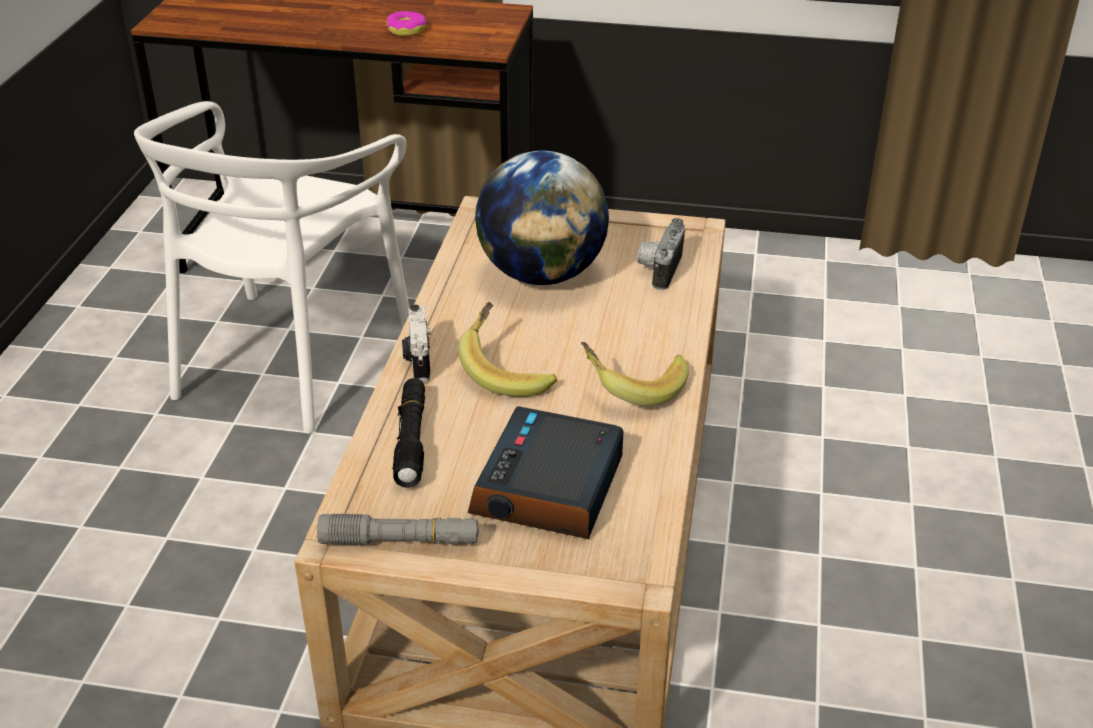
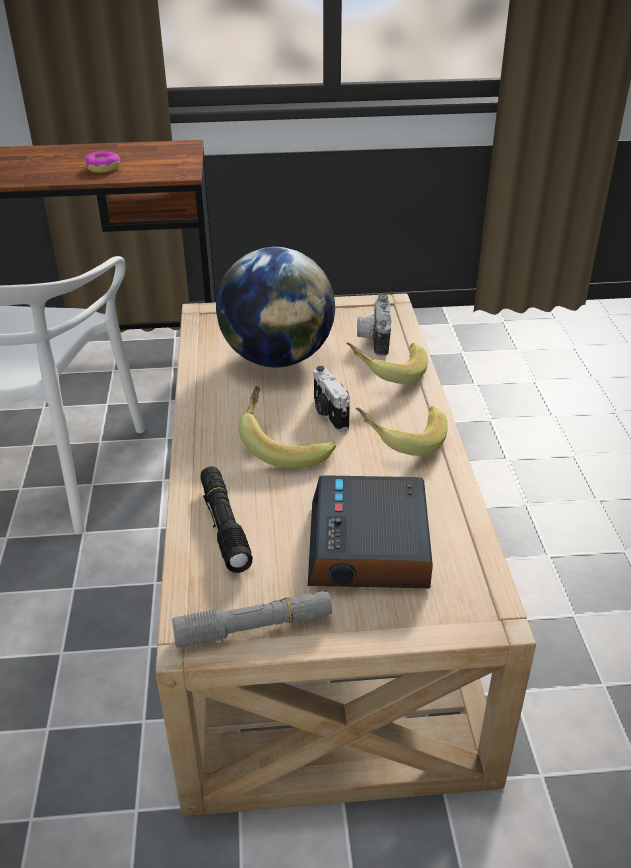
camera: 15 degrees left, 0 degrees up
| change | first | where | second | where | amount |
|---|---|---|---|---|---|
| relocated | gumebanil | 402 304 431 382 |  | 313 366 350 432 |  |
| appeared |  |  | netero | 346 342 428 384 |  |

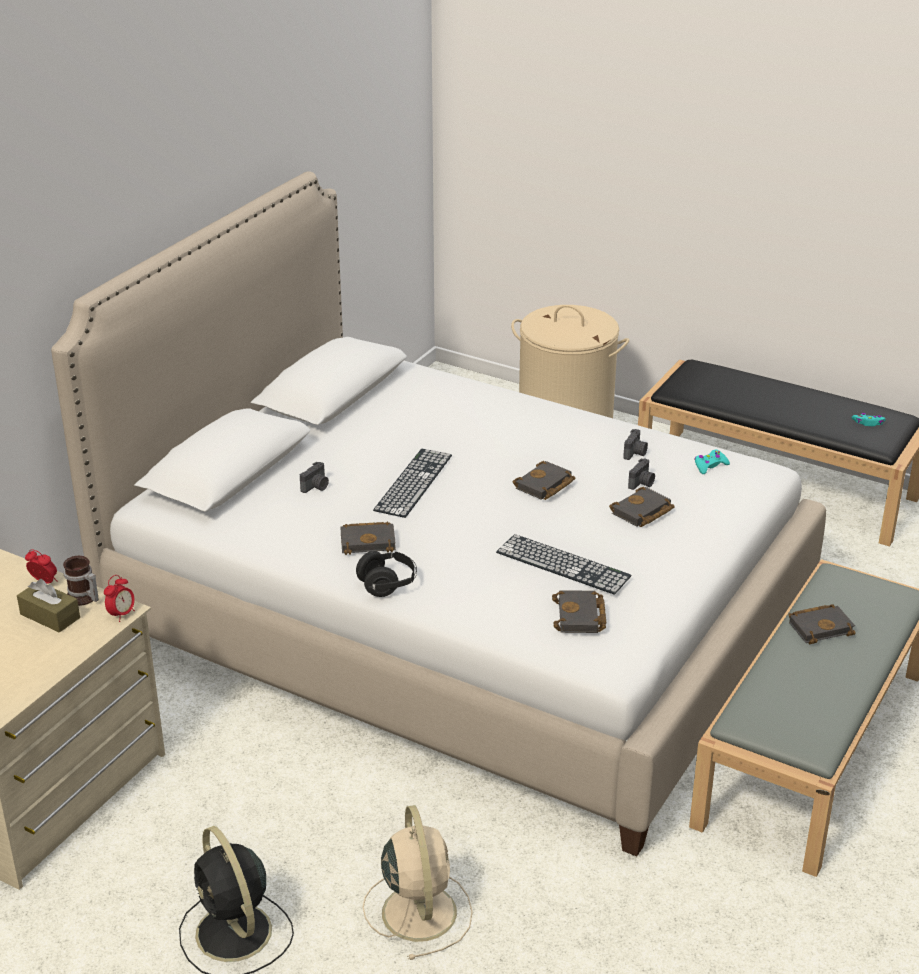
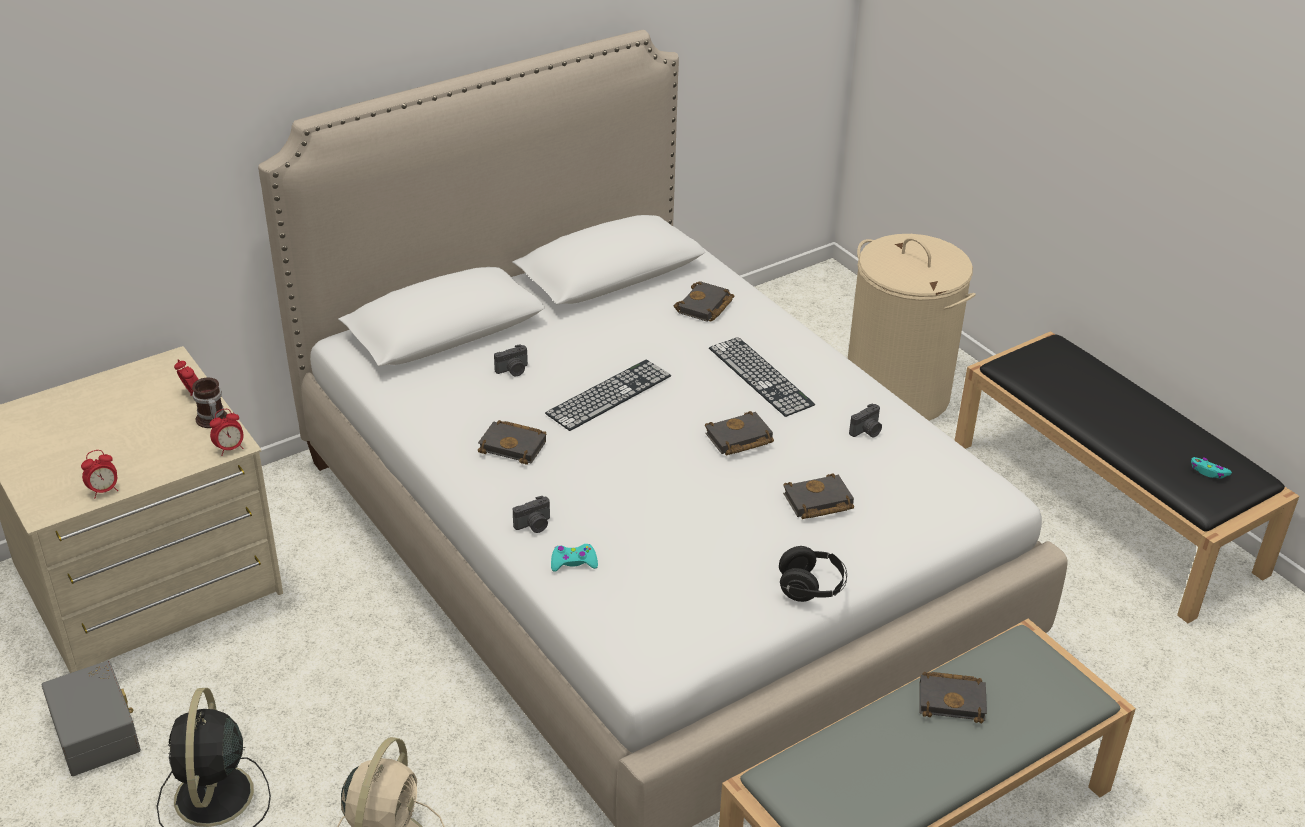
camera: 25 degrees right, 5 degrees up
| change | first | where | second | where | amount |
|---|---|---|---|---|---|
| missing | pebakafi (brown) | 17 579 80 633 |  |  |  |
| relocated | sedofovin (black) | 356 551 417 597 |  | 779 546 847 602 |  |
| relocated | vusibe | 496 534 632 595 |  | 709 337 815 417 |  |
| relocated | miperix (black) | 552 590 606 633 |  | 674 281 734 322 |  |
| relocated | gumebanil | 628 458 655 490 |  | 513 496 550 533 |  |
| relocated | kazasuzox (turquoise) | 695 450 730 474 |  | 551 544 598 572 |  |
| appeared |  |  | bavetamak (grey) | 42 661 141 776 |  |
| appeared |  |  | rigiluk | 81 450 118 498 |  |

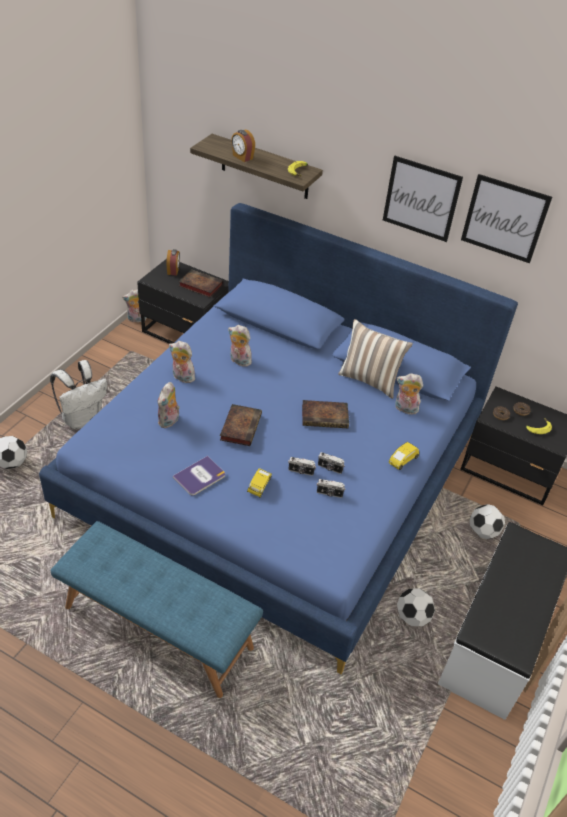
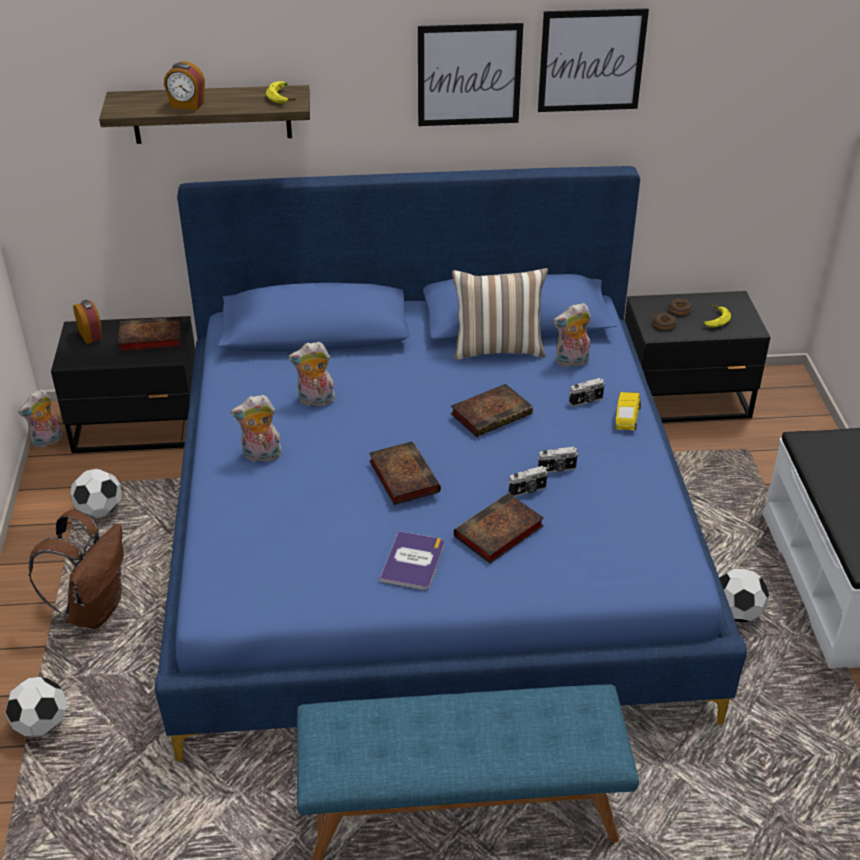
camera: 30 degrees left, 5 degrees down
| change | first | where | second | where | amount |
|---|---|---|---|---|---|
| colour | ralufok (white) | 50 360 107 429 | ralufok (brown) | 29 510 124 629 |  |
| missing | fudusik | 158 382 180 428 |  |  |  |
| exchanged | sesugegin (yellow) | 247 468 272 498 | miperix | 454 493 544 563 |  |
| relocated | gumebanil | 317 479 345 498 |  | 569 378 605 407 |  |
| relocated | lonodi | 469 504 505 539 |  | 70 469 122 518 |  |

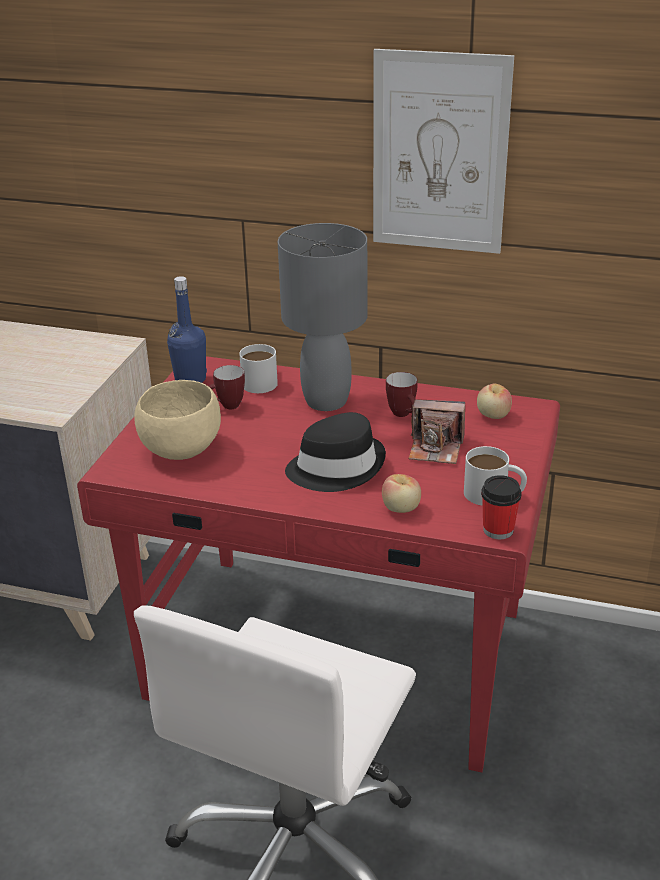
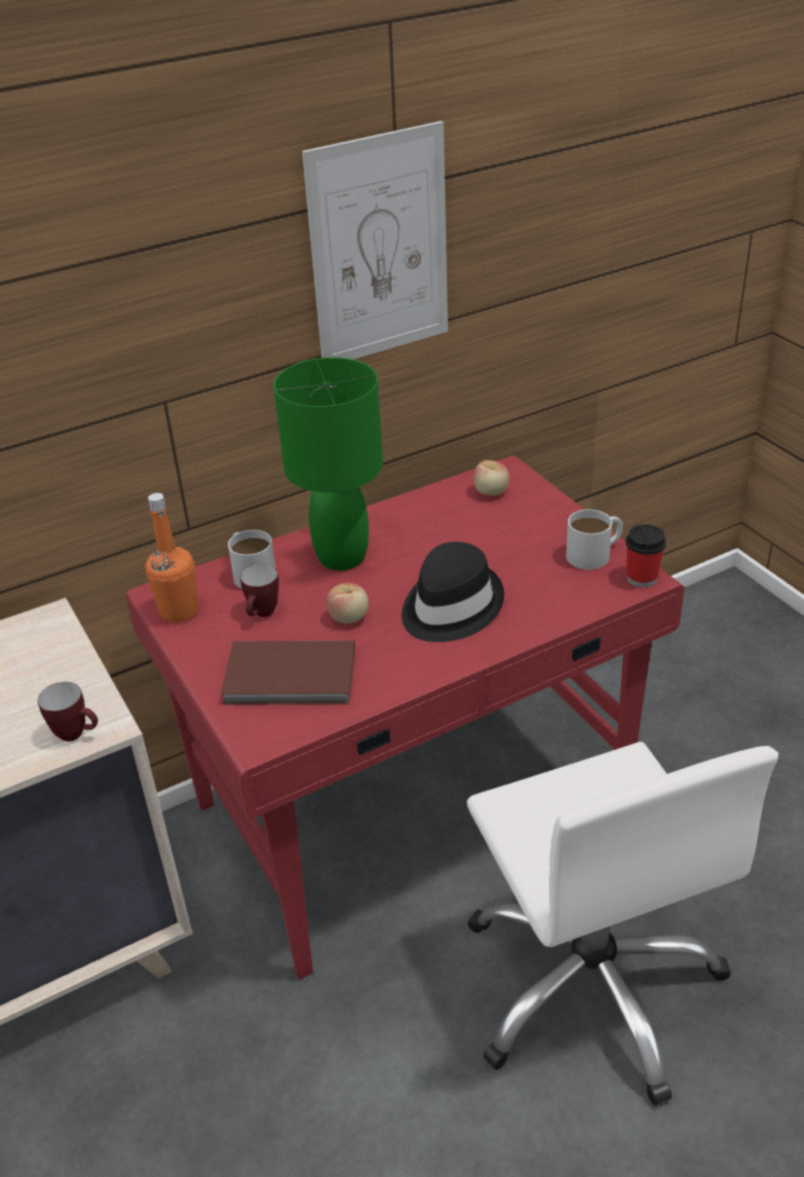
camera: 45 degrees left, 5 degrees up
| change | first | where | second | where | amount |
|---|---|---|---|---|---|
| exchanged | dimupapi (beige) | 134 380 221 460 | miperix (brown) | 221 640 355 705 |  |
| colour | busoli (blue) | 167 276 207 383 | busoli (orange) | 145 493 198 622 |  |
| colour | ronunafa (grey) | 278 223 367 411 | ronunafa (green) | 273 357 383 571 |  |
| relocated | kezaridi | 382 474 421 513 |  | 326 583 369 624 |  |
| relocated | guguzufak | 386 372 418 417 |  | 38 682 98 742 |  |
| missing | gumebanil | 408 399 465 464 |  |  |  |

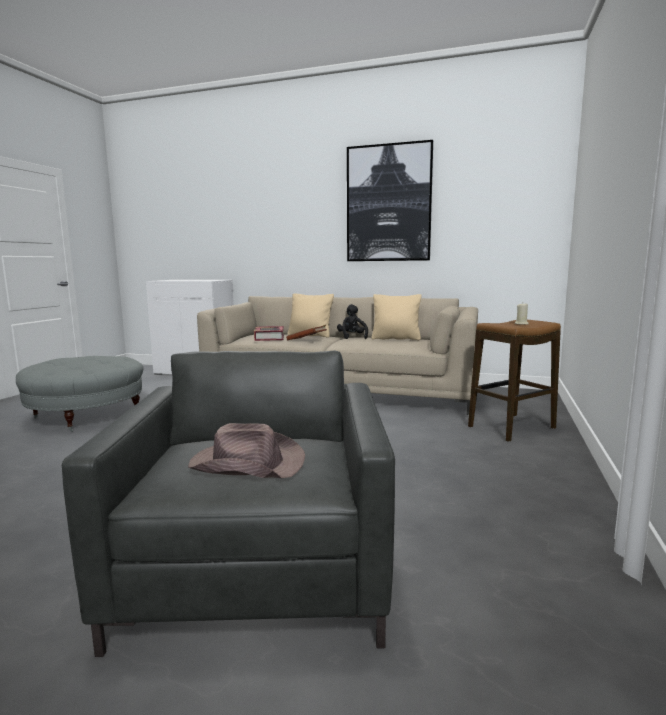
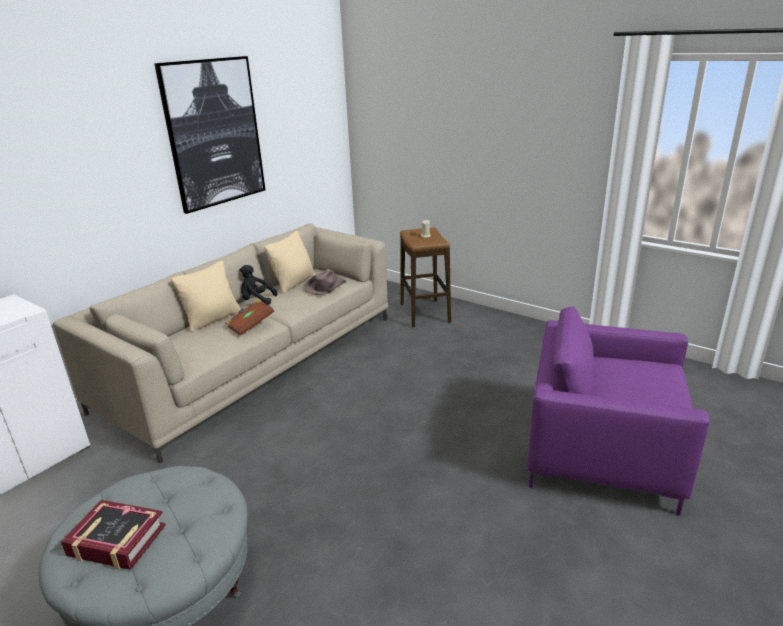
camera: 70 degrees left, 15 degrees up
| change | first | where | second | where | amount |
|---|---|---|---|---|---|
| colour | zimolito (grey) | 62 351 395 657 | zimolito (purple) | 527 306 710 516 |  |
| relocated | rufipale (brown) | 188 423 305 478 |  | 304 269 347 295 |  |
| relocated | miperix | 254 326 284 341 |  | 61 500 166 570 |  |

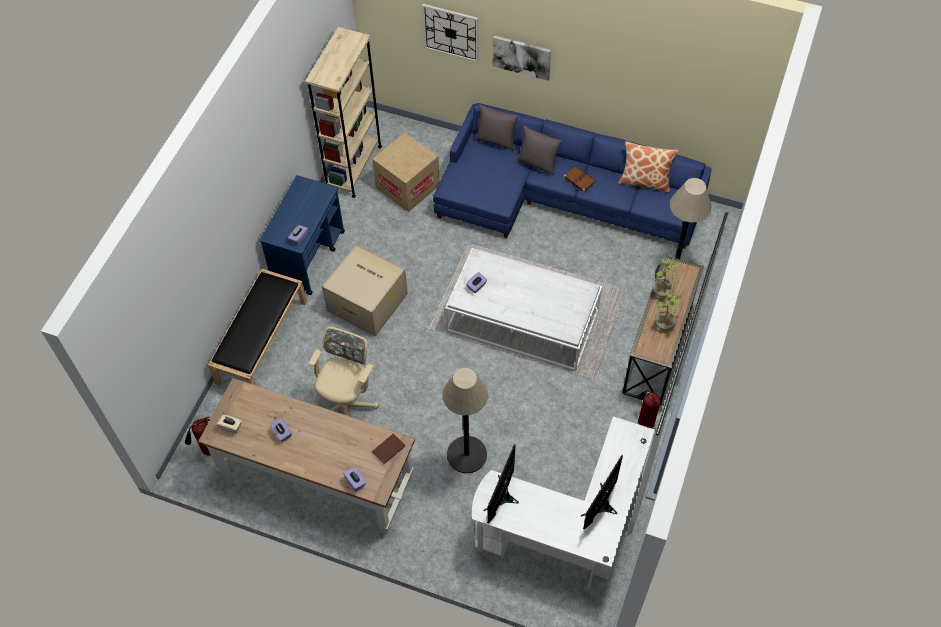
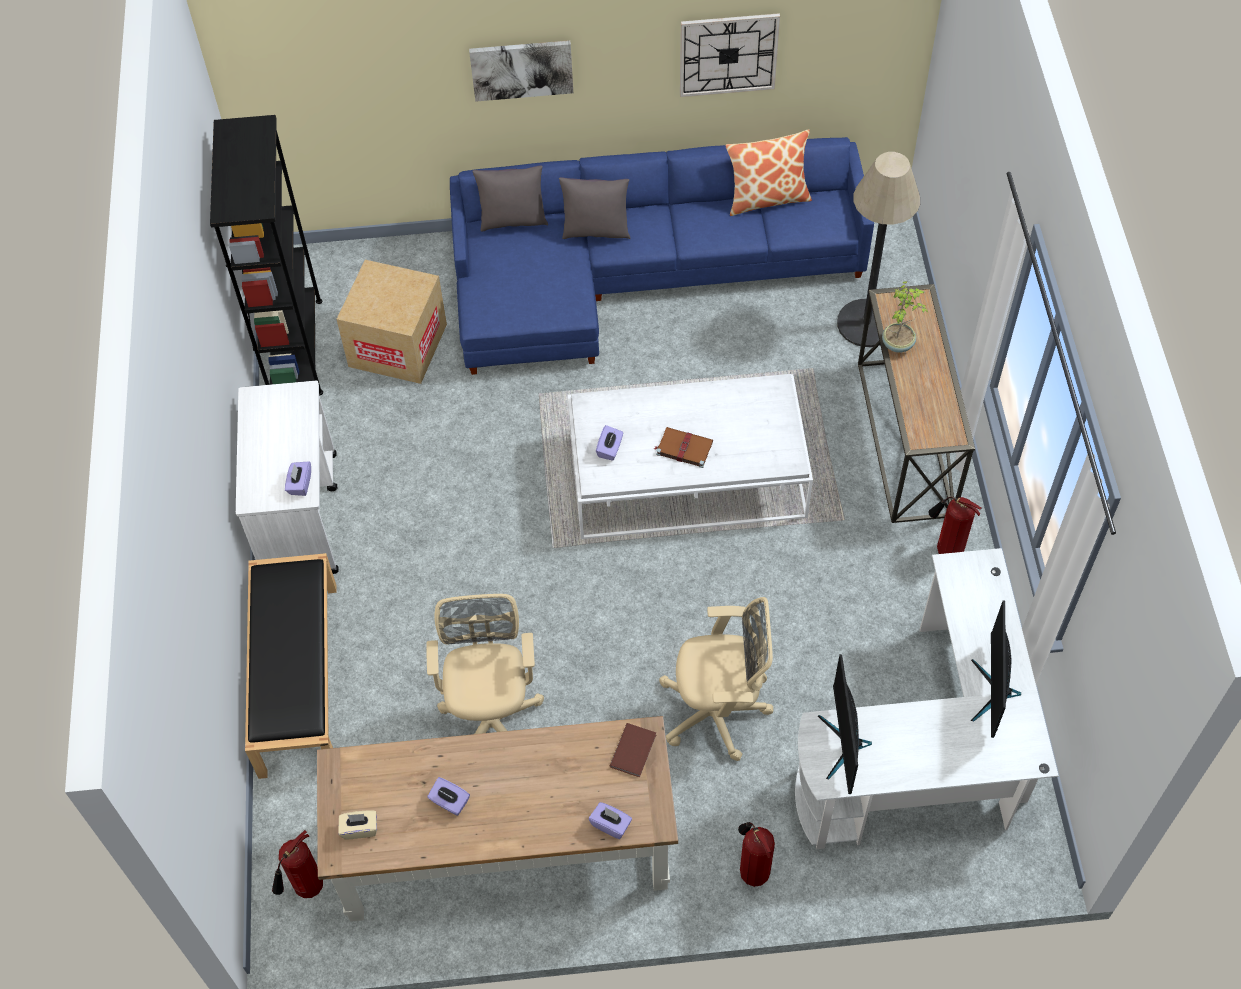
camera: 25 degrees left, 0 degrees up
| change | first | where | second | where | amount |
|---|---|---|---|---|---|
| colour | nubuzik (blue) | 260 175 345 295 | nubuzik (white) | 236 381 339 574 |  |
| colour | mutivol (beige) | 305 27 382 198 | mutivol (black) | 210 115 323 395 |  |
| missing | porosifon | 322 245 408 336 |  |  |  |
| relocated | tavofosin | 422 4 479 62 |  | 680 13 780 97 |  |
| exchanged | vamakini | 442 368 488 473 | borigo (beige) | 659 597 773 761 |  |
| relocated | miperix (brown) | 563 166 596 193 |  | 654 427 713 468 |  |
| missing | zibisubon | 655 290 684 330 |  |  |  |
| appeared |  |  | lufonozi | 738 822 775 887 |  |

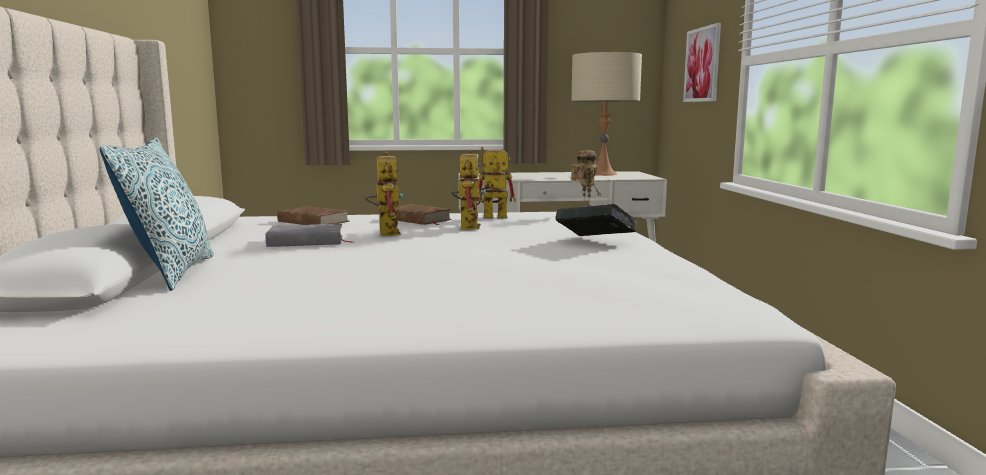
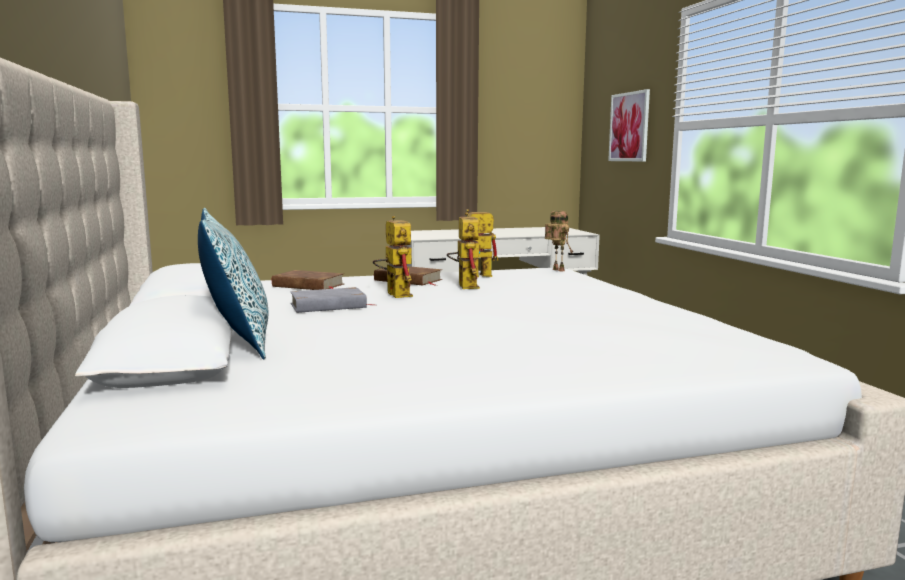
camera: 10 degrees left, 0 degrees up
| change | first | where | second | where | amount |
|---|---|---|---|---|---|
| missing | miperix | 556 204 637 236 |  |  |  |
| missing | ronunafa (beige) | 571 52 642 176 |  |  |  |

